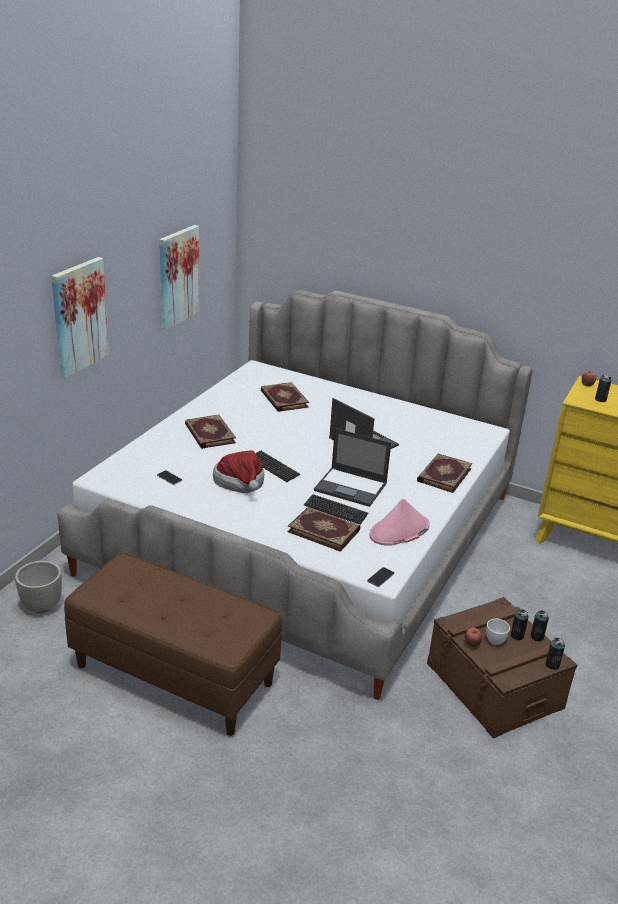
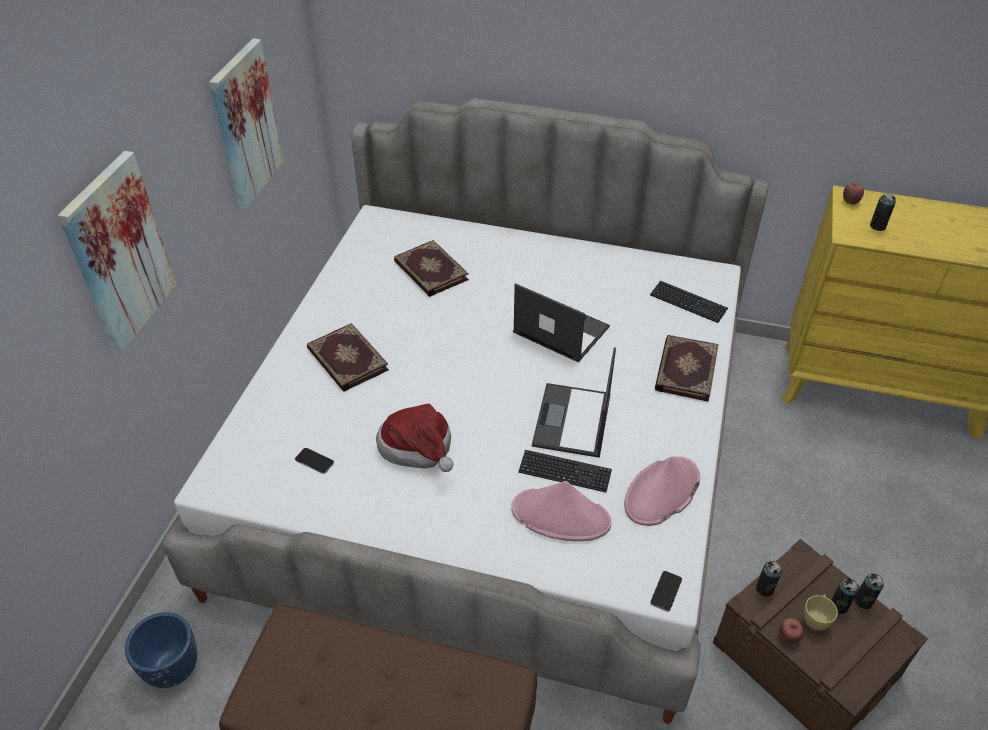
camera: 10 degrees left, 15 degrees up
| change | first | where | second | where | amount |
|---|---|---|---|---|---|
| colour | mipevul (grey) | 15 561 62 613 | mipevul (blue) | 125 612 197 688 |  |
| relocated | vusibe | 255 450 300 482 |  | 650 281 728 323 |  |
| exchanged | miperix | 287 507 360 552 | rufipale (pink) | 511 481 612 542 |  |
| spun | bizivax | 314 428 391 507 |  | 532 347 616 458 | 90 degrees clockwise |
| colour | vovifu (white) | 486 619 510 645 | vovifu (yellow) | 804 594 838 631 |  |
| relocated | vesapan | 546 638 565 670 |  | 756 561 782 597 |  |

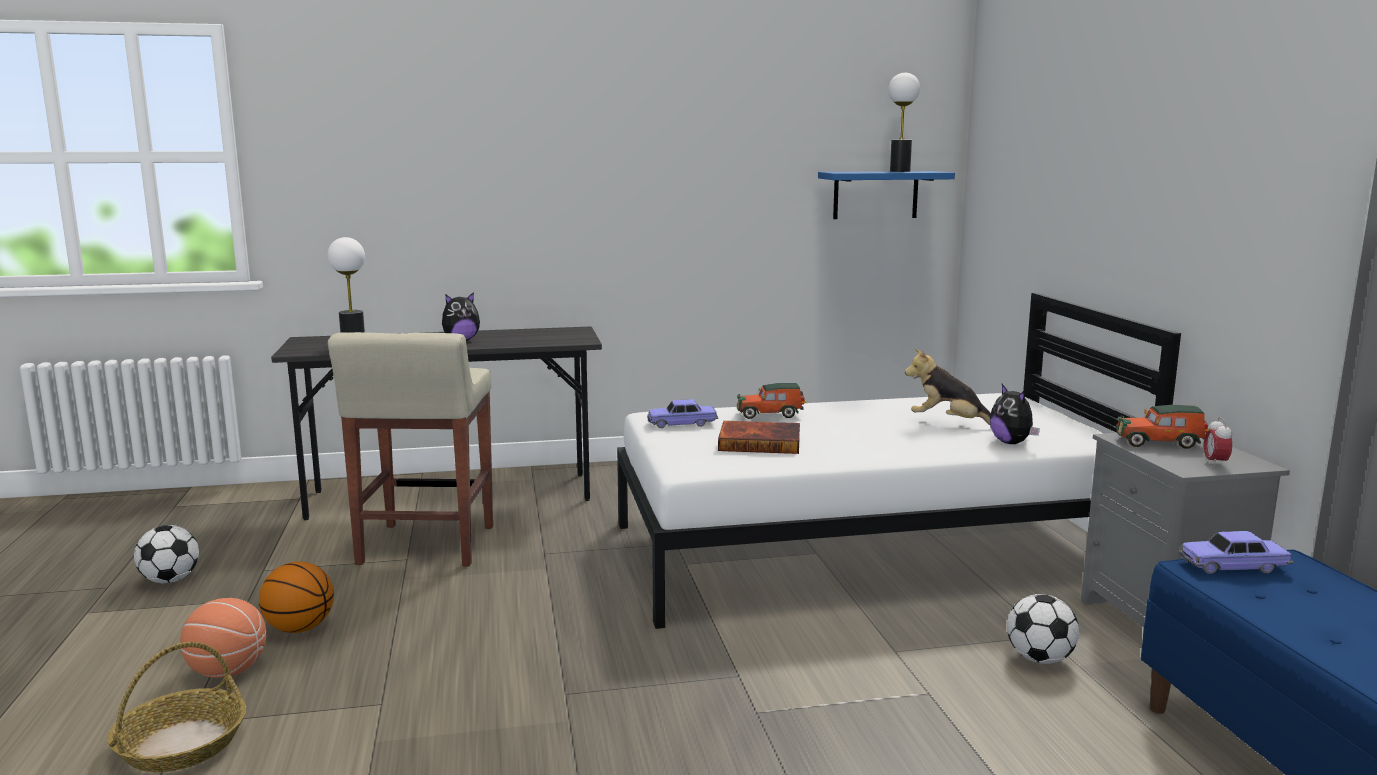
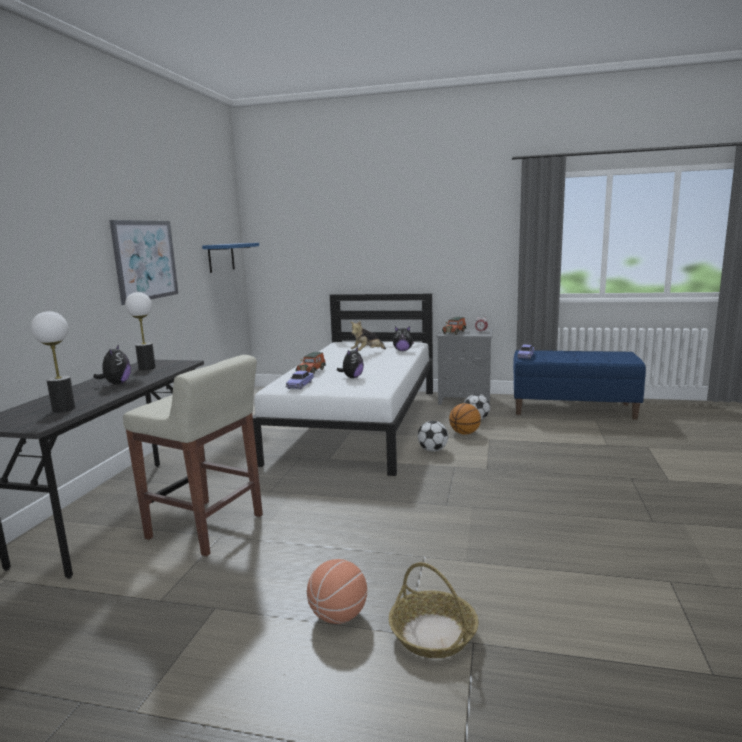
camera: 65 degrees left, 0 degrees up
| change | first | where | second | where | amount |
|---|---|---|---|---|---|
| relocated | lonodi | 134 525 199 584 |  | 418 421 448 452 |  |
| relocated | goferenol | 259 561 334 633 |  | 449 403 481 435 |  |
| exchanged | miperix | 718 421 800 454 | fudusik | 337 347 364 378 |  |
| relocated | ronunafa | 888 73 920 172 |  | 125 292 156 370 |  |
| appeared |  |  | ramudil | 110 220 178 305 |  |

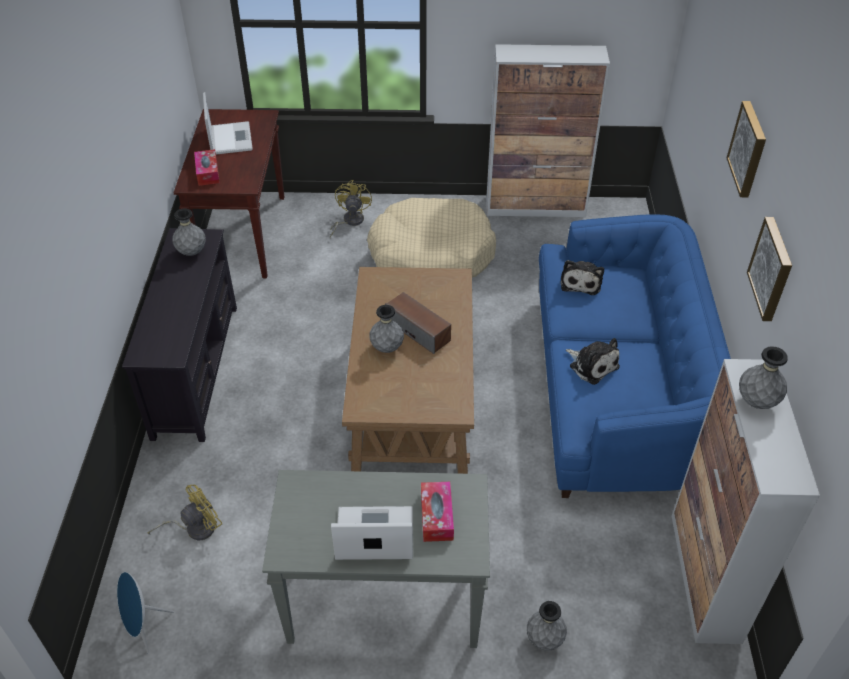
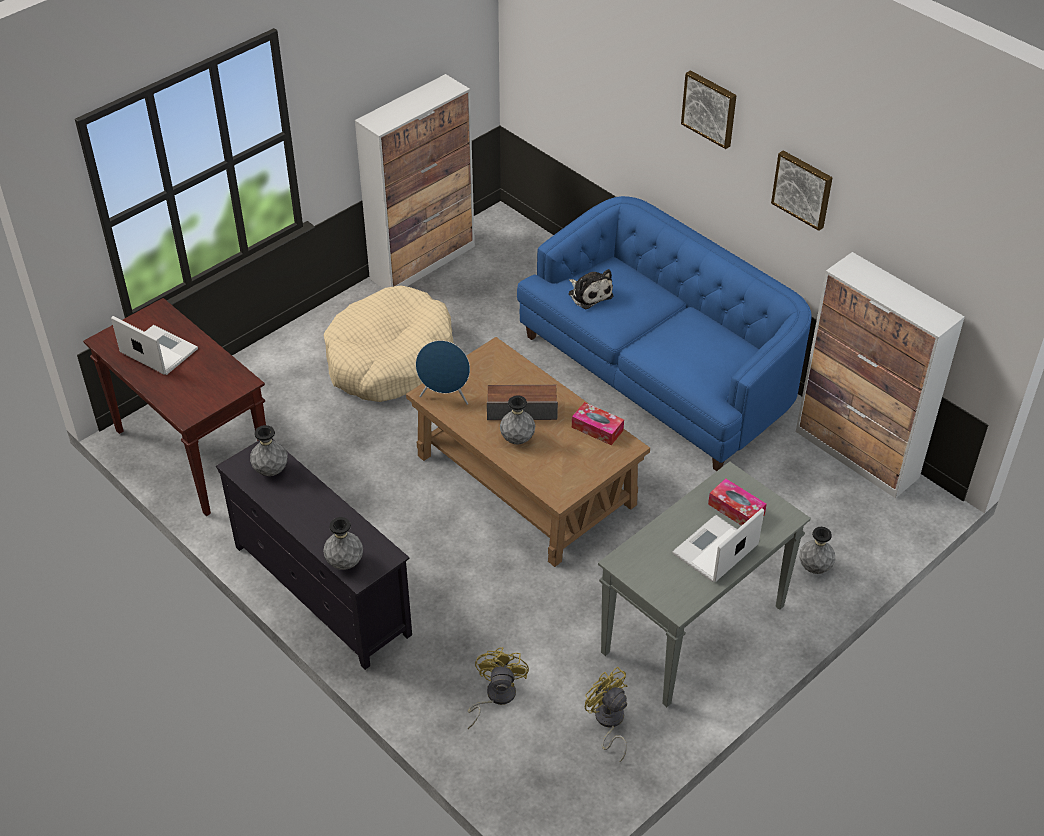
camera: 45 degrees left, 0 degrees up
| change | first | where | second | where | amount |
|---|---|---|---|---|---|
| relocated | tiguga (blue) | 117 572 174 653 |  | 416 340 470 405 |  |
| relocated | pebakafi | 194 149 220 186 |  | 572 402 624 445 |  |
| relocated | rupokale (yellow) | 330 180 372 238 |  | 585 667 627 762 |  |
| missing | fudusik | 566 338 620 385 |  |  |  |
| relocated | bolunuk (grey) | 739 346 788 409 |  | 323 517 363 570 |  |

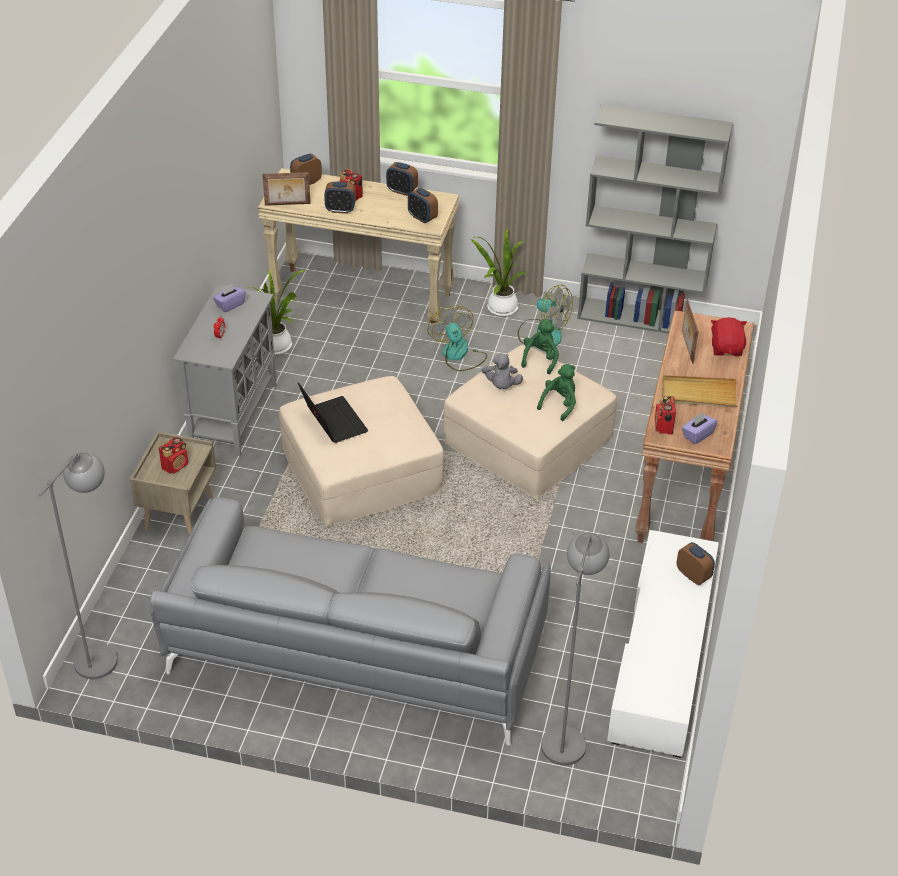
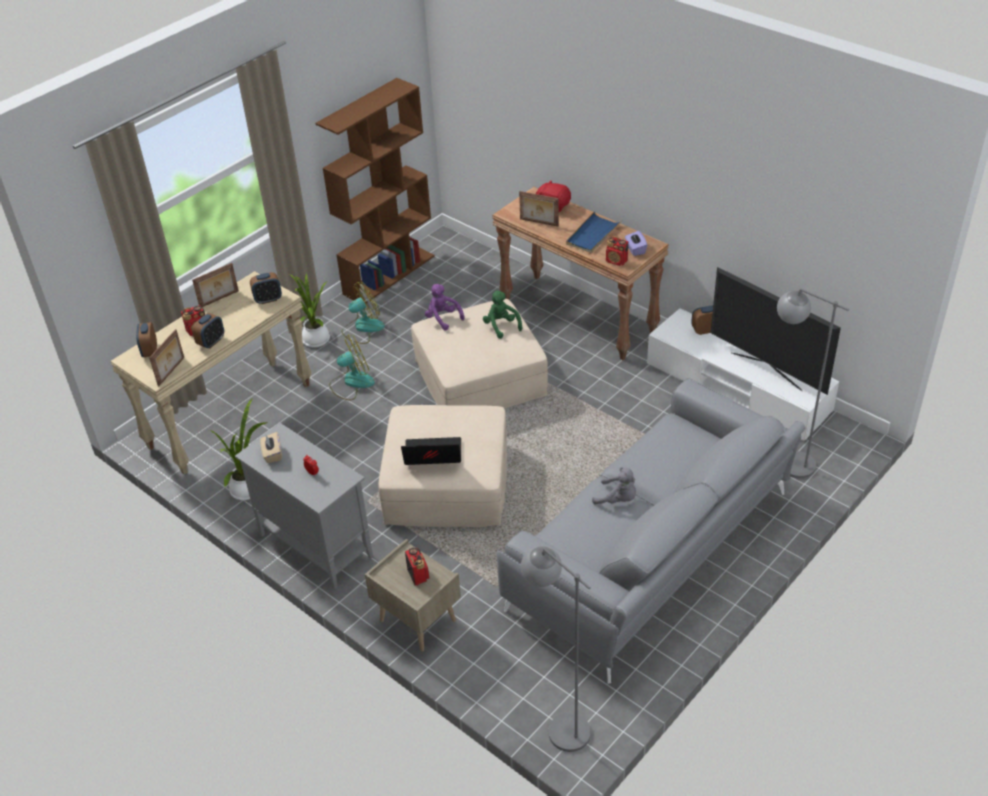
camera: 60 degrees left, 0 degrees up
| change | first | where | second | where | amount |
|---|---|---|---|---|---|
| colour | pebakafi (purple) | 213 284 246 312 | pebakafi (beige) | 260 432 282 463 |  |
| exchanged | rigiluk | 386 162 418 196 | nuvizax | 192 263 239 308 |  |
| spun | rupokale | 428 305 487 371 |  | 329 335 375 400 | 150 degrees clockwise |
| relocated | fudusik (grey) | 482 354 523 389 |  | 592 467 636 505 |  |
| colour | fudusik (green) | 521 319 559 374 | fudusik (purple) | 425 284 465 331 |  |
| colour | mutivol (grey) | 577 104 733 334 | mutivol (brown) | 316 78 435 304 |  |
| colour | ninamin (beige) | 662 375 737 407 | ninamin (blue) | 566 212 622 253 |  |
| appeared |  |  | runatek | 711 267 841 395 |  |

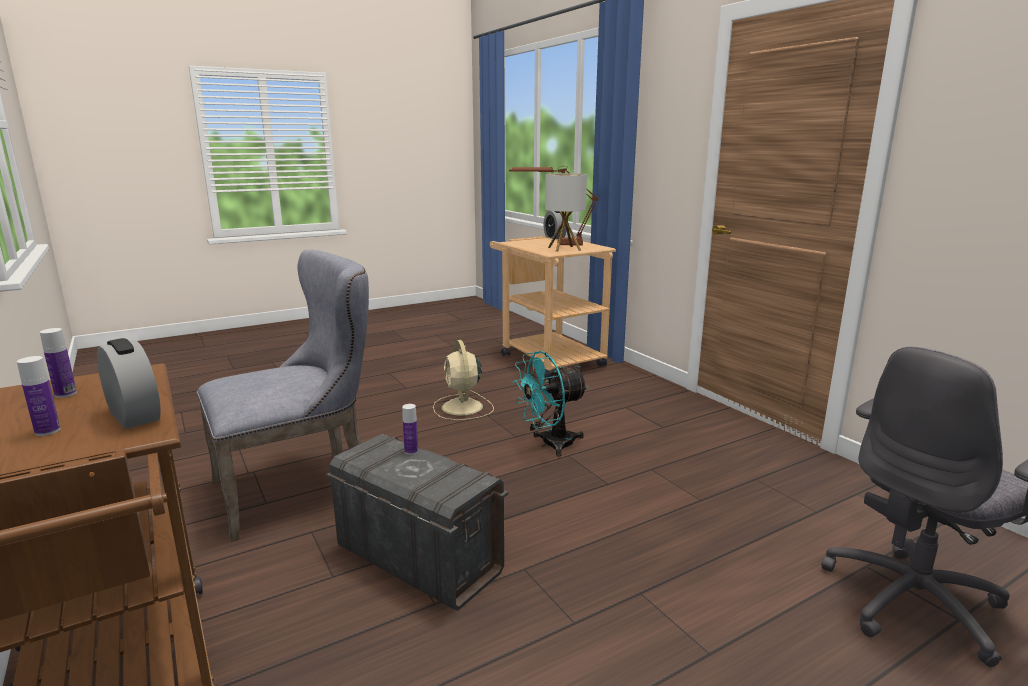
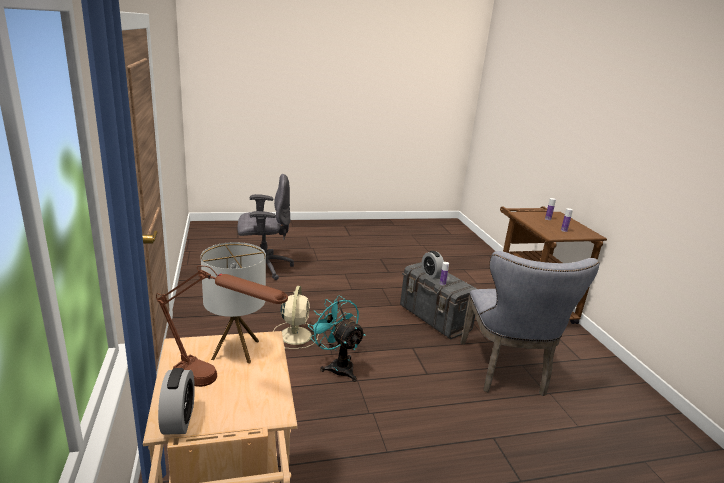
camera: 165 degrees left, 5 degrees up
| change | first | where | second | where | amount |
|---|---|---|---|---|---|
| relocated | rigiluk | 97 338 161 429 |  | 422 251 444 279 |  |
| spun | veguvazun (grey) | 197 249 369 542 |  | 460 251 600 396 | 75 degrees counterclockwise |
| relocated | rupokale (beige) | 433 340 494 420 |  | 273 286 319 349 |  |
| spun | rupokale (turquoise) | 513 351 588 457 |  | 308 295 366 382 | 120 degrees counterclockwise |

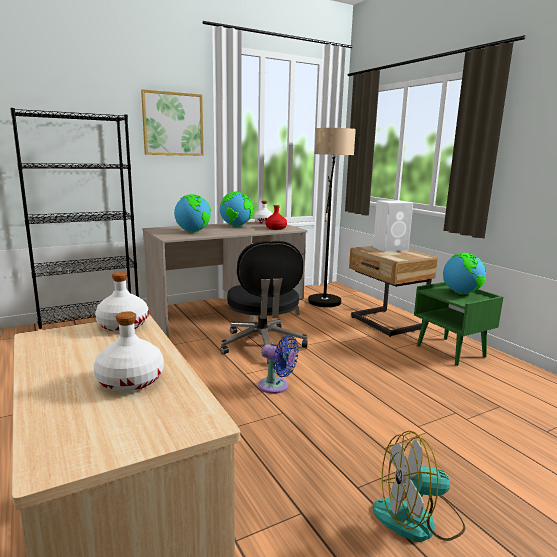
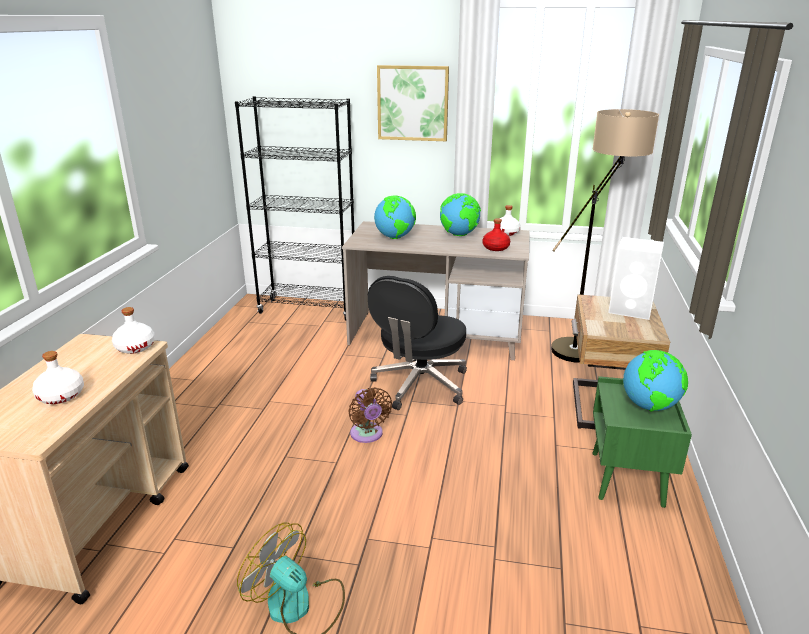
camera: 40 degrees right, 10 degrees up
| change | first | where | second | where | amount |
|---|---|---|---|---|---|
| colour | rupokale (blue) | 258 335 299 394 | rupokale (brown) | 348 387 392 443 |  |

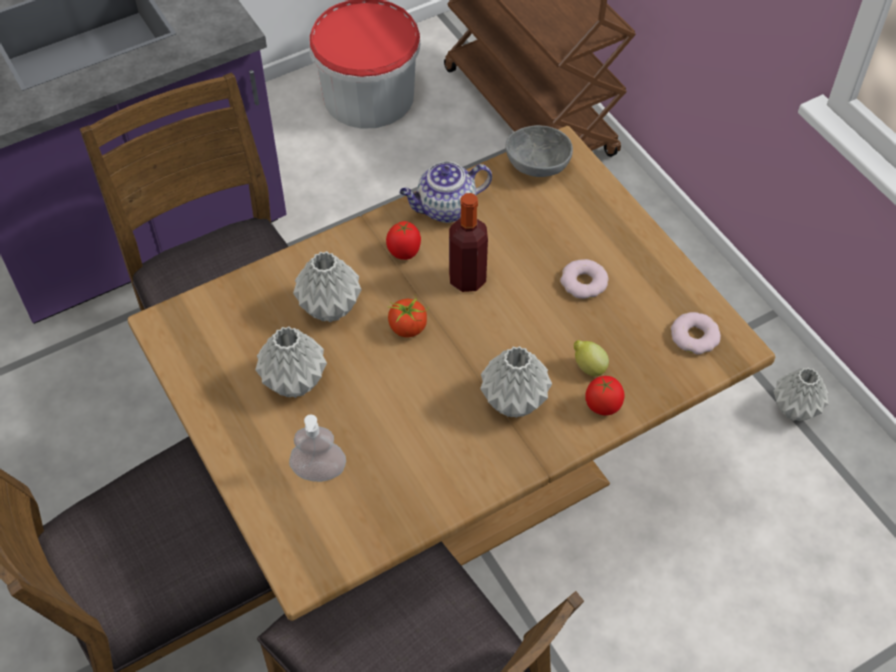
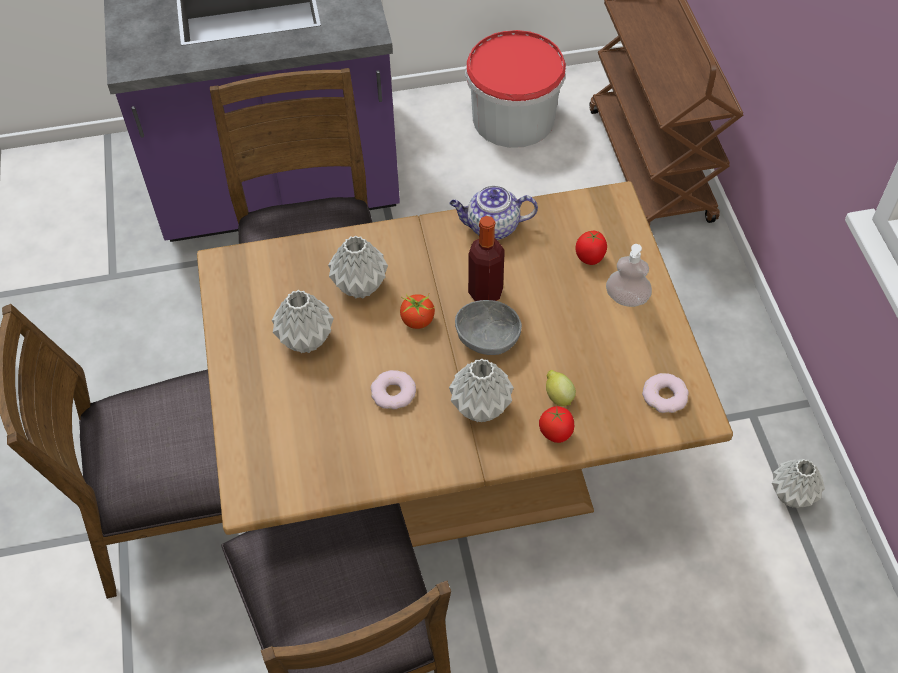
camera: 20 degrees right, 0 degrees up
| change | first | where | second | where | amount |
|---|---|---|---|---|---|
| relocated | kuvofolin | 289 415 346 482 |  | 606 244 652 307 |  |
| relocated | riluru | 386 221 421 260 |  | 575 231 607 265 |  |
| relocated | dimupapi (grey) | 505 125 573 177 |  | 455 300 522 355 |  |
| relocated | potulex | 560 259 609 299 |  | 371 370 416 409 |  |

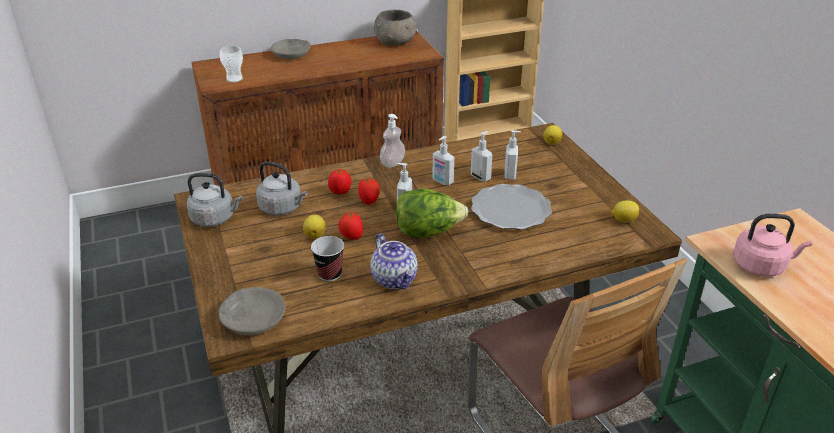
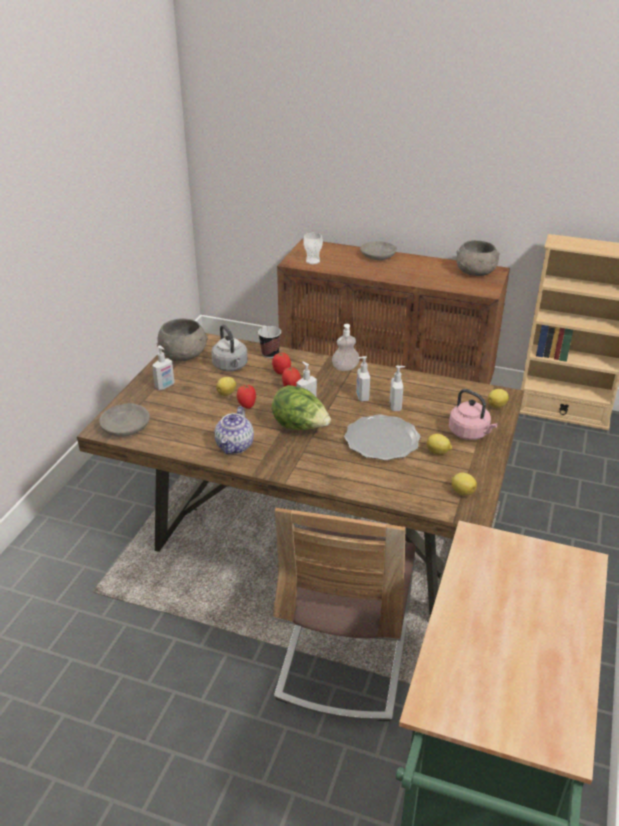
camera: 40 degrees right, 0 degrees up
| change | first | where | second | where | amount |
|---|---|---|---|---|---|
| exchanged | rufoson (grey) | 186 173 243 227 | dimupapi (grey) | 157 318 208 361 |  |
| relocated | vovifu | 311 236 344 282 |  | 258 326 281 358 |  |
| relocated | kuvofolin | 505 130 521 180 |  | 152 346 175 390 |  |
| relocated | rufoson (pink) | 733 214 812 277 |  | 449 389 498 440 |  |
| appeared |  |  | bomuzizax | 426 434 452 455 |  |

